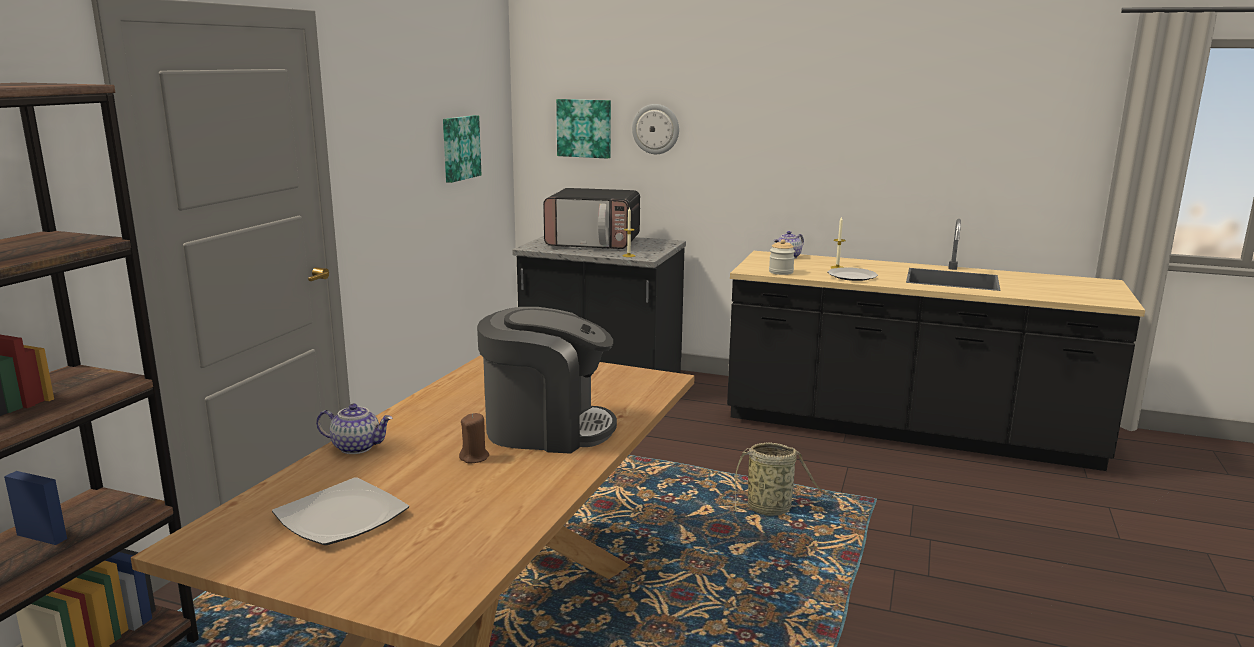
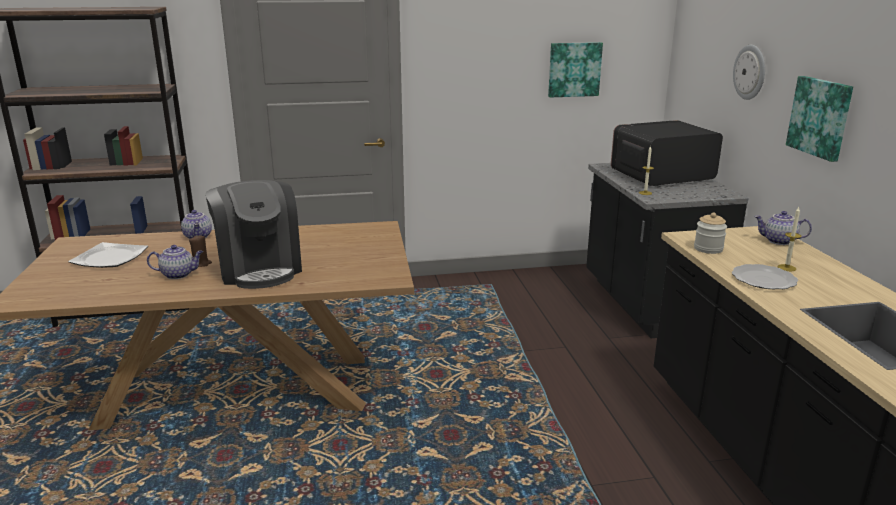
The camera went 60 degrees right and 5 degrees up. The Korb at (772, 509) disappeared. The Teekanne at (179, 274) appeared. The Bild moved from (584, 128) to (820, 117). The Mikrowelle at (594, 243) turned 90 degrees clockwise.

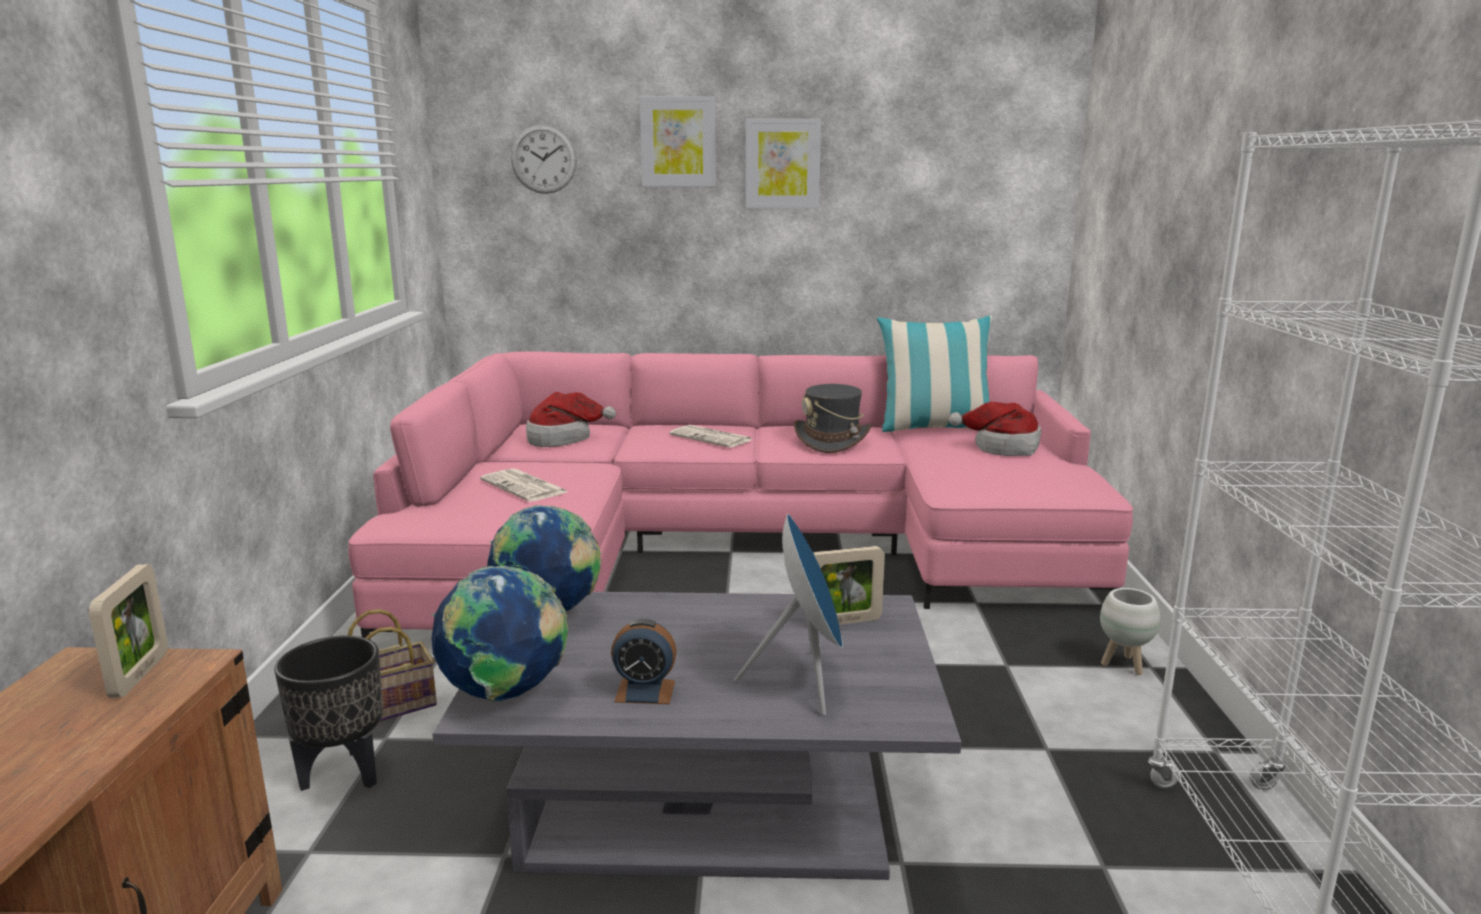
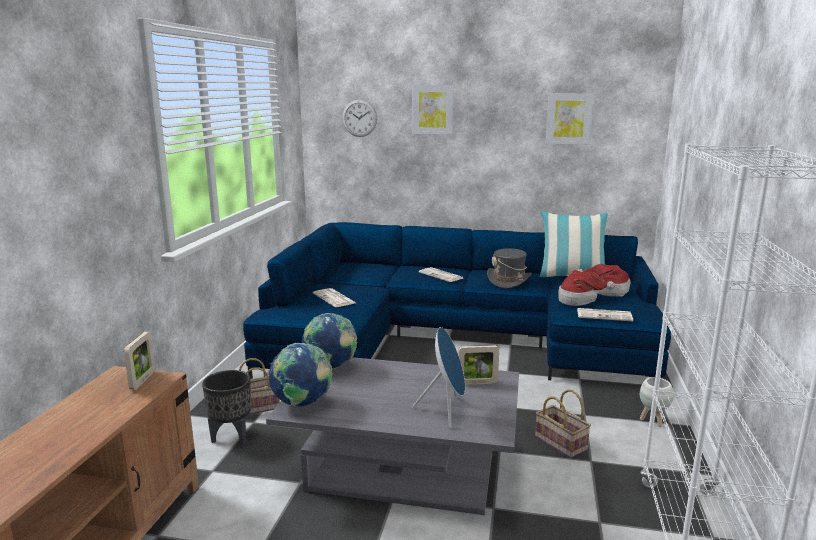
The camera went 10 degrees right and 0 degrees up. The Wecker at (645, 691) disappeared. The Korb at (562, 443) appeared. The Zeitung at (605, 315) appeared. The Hut moved from (564, 438) to (579, 299). The Bild moved from (782, 164) to (569, 118). The Sofa/rosa at (737, 548) became the Sofa/blau at (452, 338).

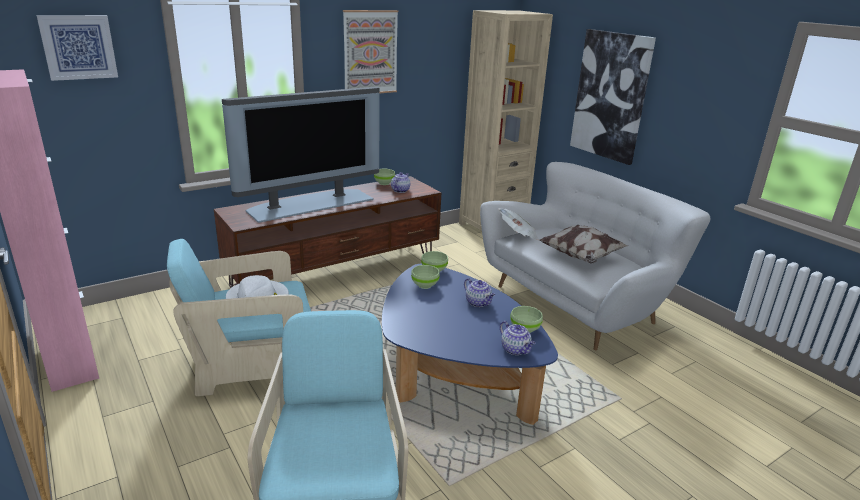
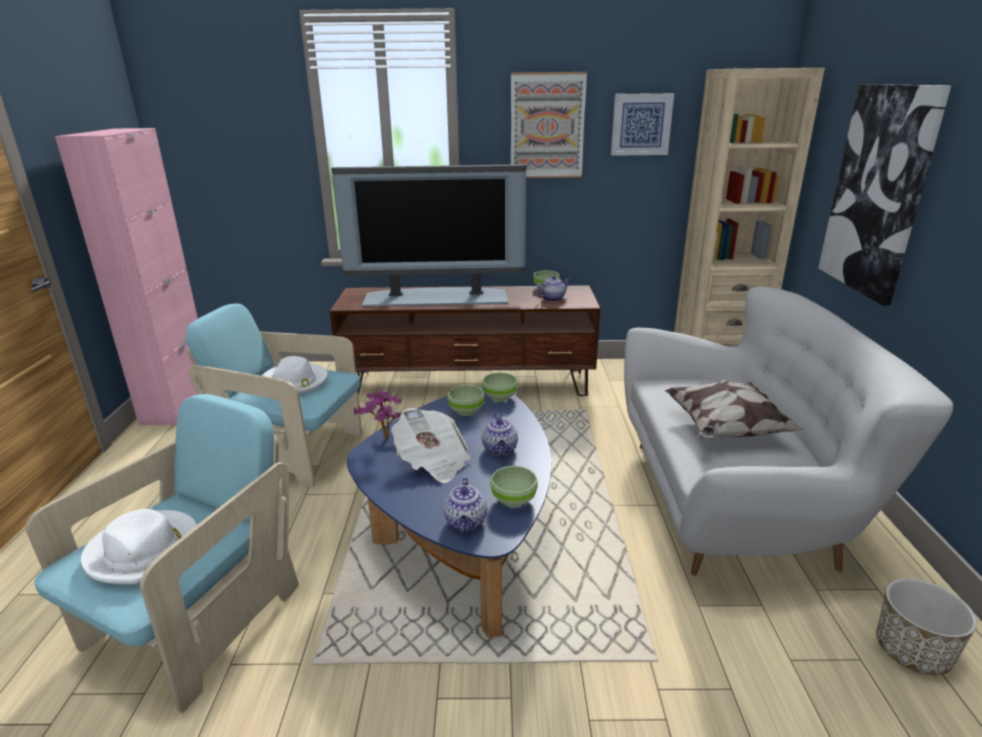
The camera went 35 degrees right and 0 degrees up. The Hut/weiß at (144, 550) appeared. The Topfpflanze at (384, 440) appeared. The Pflanzkübel at (912, 651) appeared. The Bild moved from (78, 47) to (641, 124). The Zeitung moved from (518, 234) to (432, 462).

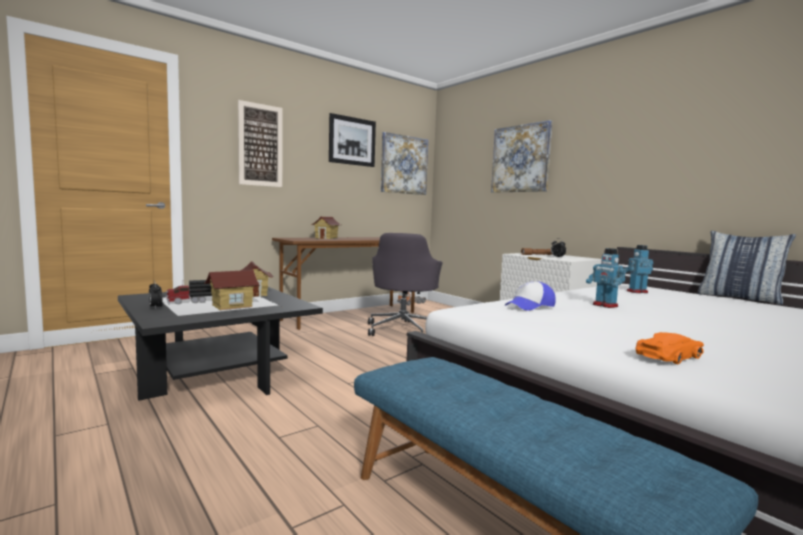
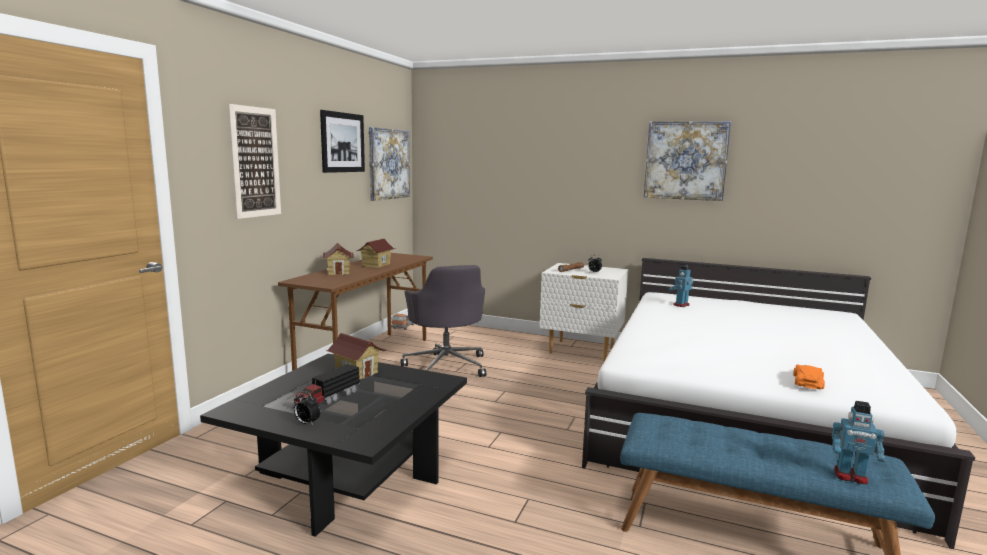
The camera went 30 degrees left and 5 degrees up. The Kappe at (530, 306) disappeared. The Kissen at (739, 298) disappeared. The Spielzeughaus moved from (232, 306) to (376, 265). The Bild moved from (521, 159) to (685, 160). The Spielzeugroboter moved from (604, 305) to (850, 476).

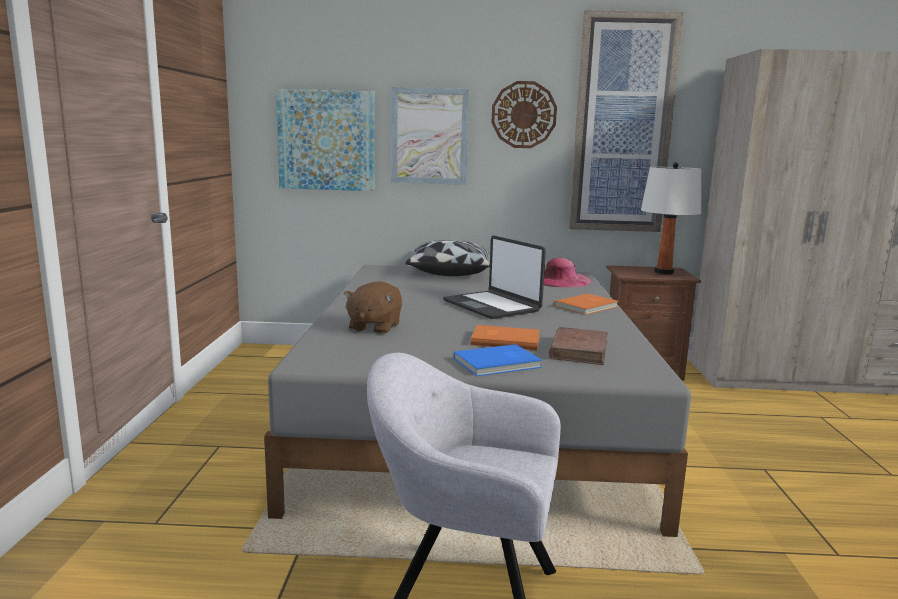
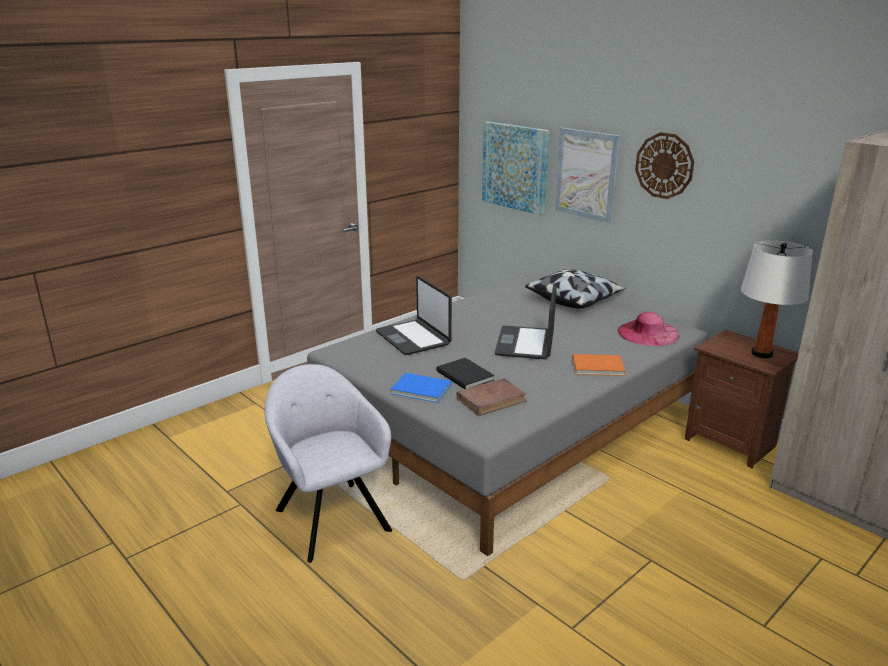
The camera went 45 degrees right and 10 degrees up. The Bild at (622, 125) disappeared. The Plüschtier/braun at (374, 327) was replaced by the Laptop at (413, 338). The Buch/orange at (504, 339) became the Buch/schwarz at (465, 374).

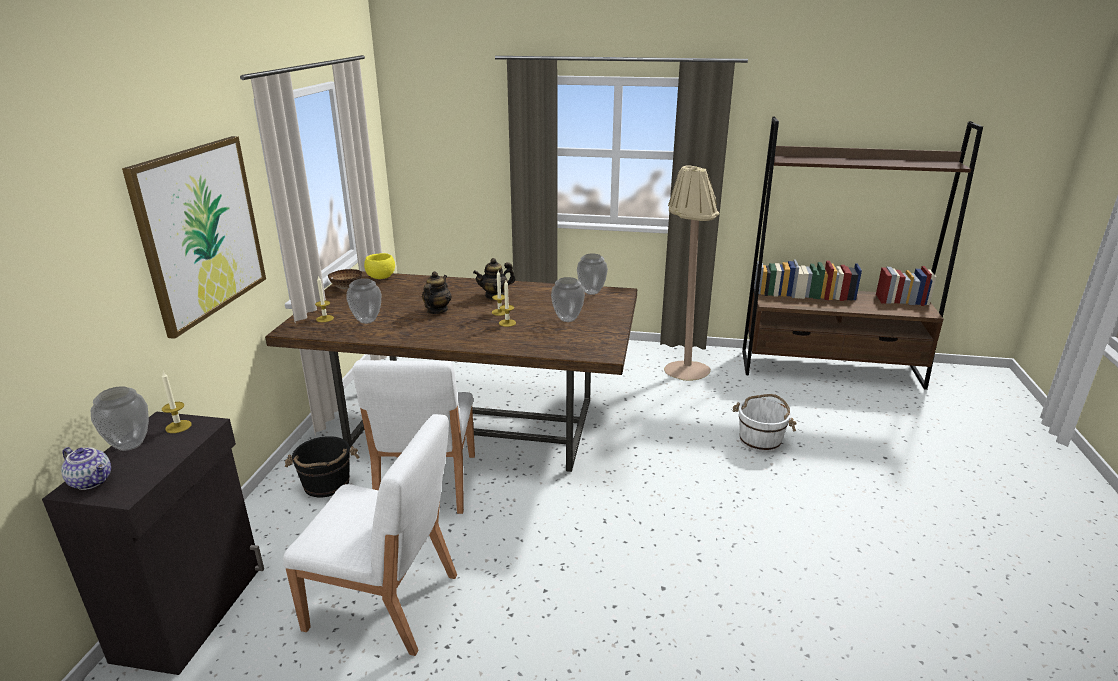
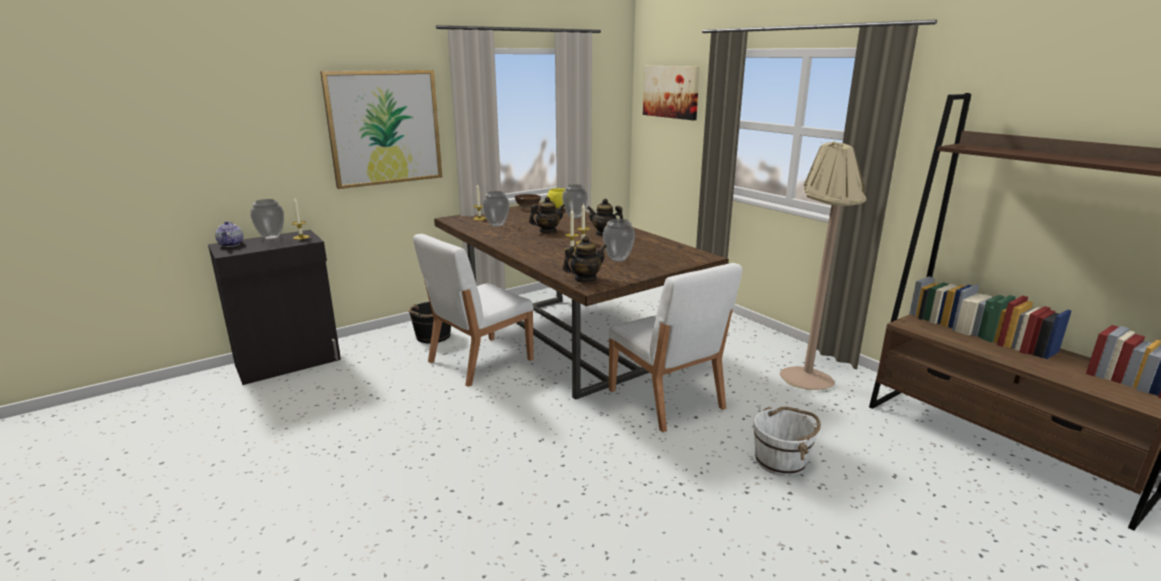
The camera went 45 degrees right and 5 degrees down. The Teekanne at (585, 279) appeared. The Bild at (671, 92) appeared. The Stuhl/weiß moved from (384, 603) to (666, 400). The Vase moved from (592, 292) to (575, 217).

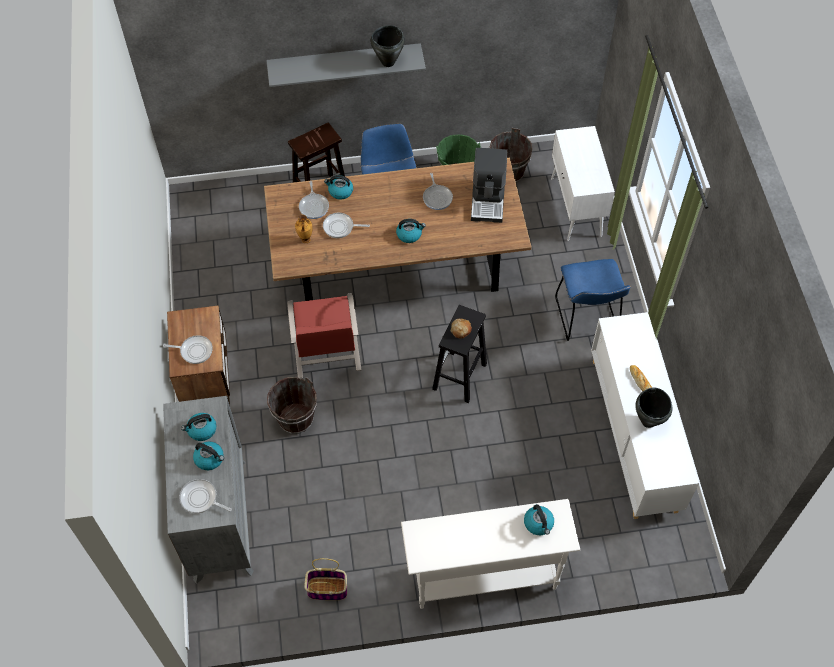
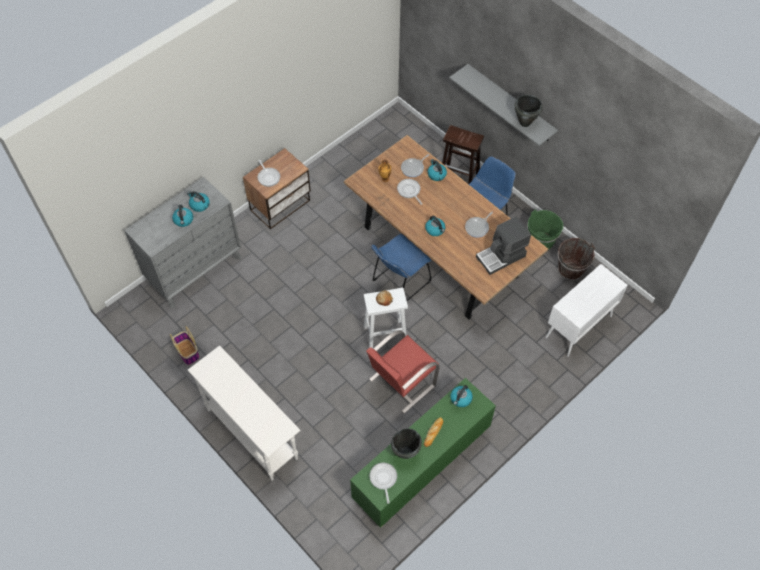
The camera went 55 degrees right and 0 degrees up. The Eimer/braun at (295, 419) disappeared. The Pfanne moved from (201, 499) to (383, 479). The Stuhl/rot moved from (326, 353) to (401, 383). The Wasserkessel moved from (538, 523) to (461, 399). The Stuhl/blau moved from (587, 318) to (399, 283). The Hocker/schwarz at (459, 377) became the Hocker/weiß at (384, 336). The Schrank/weiß at (634, 434) became the Schrank/grün at (421, 466).

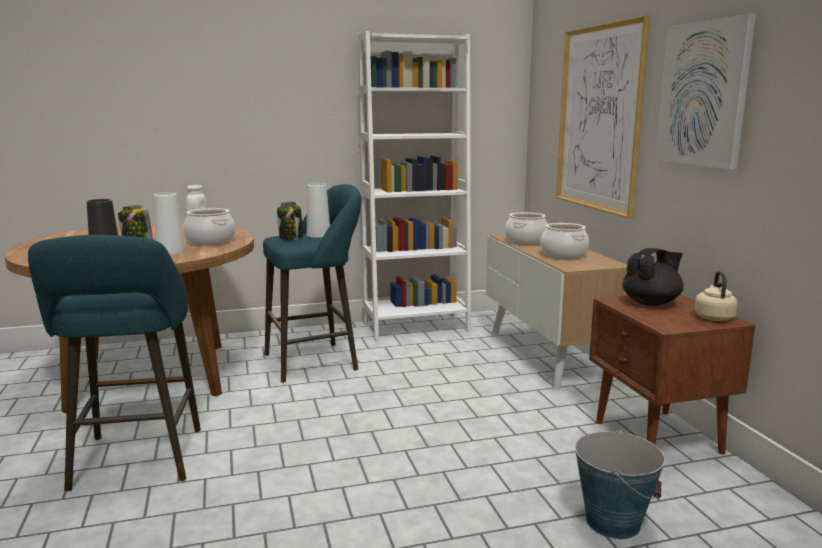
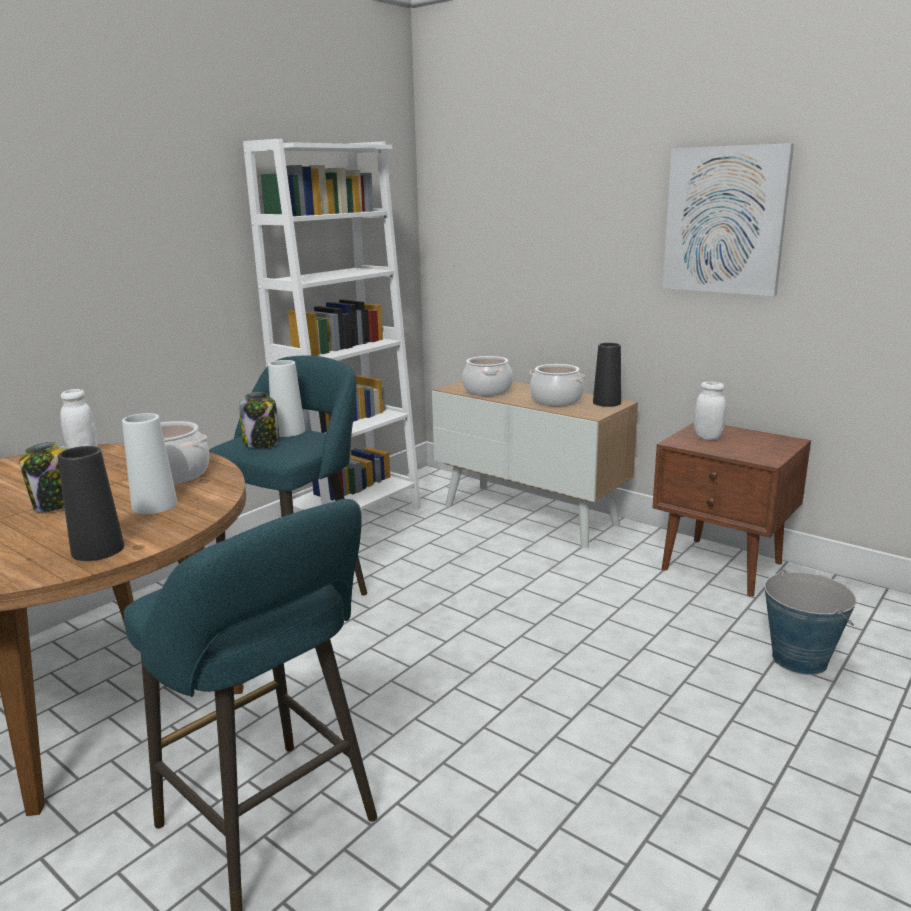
The camera went 35 degrees left and 5 degrees up. The Bild at (599, 118) disappeared. The Wasserkessel/beige at (713, 317) disappeared. The Vase/schwarz at (606, 402) appeared. The Teekanne/schwarz at (651, 303) was replaced by the Vorratsglas/weiß at (707, 437).

